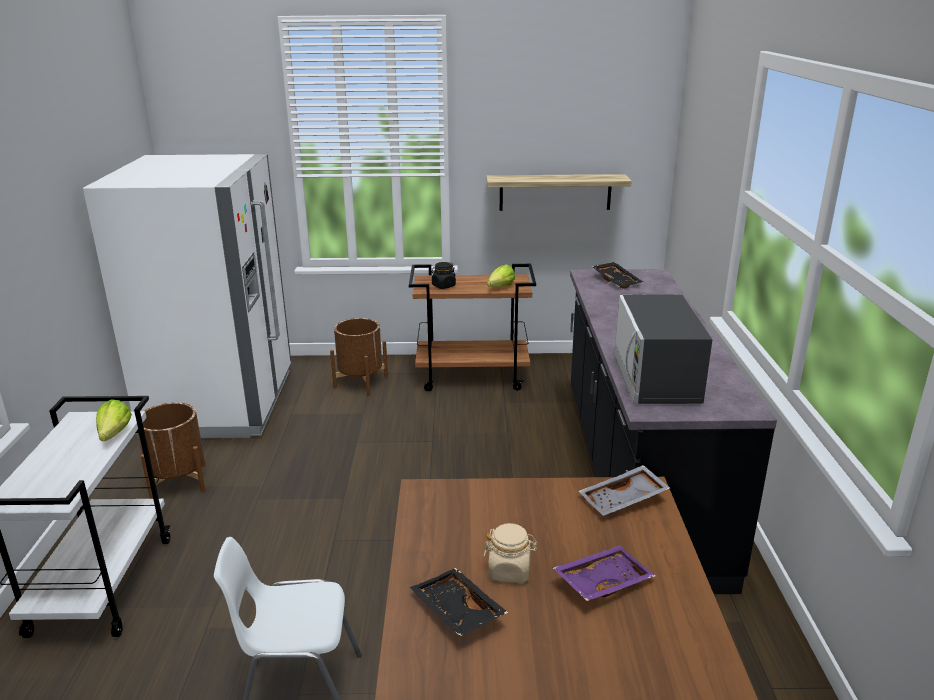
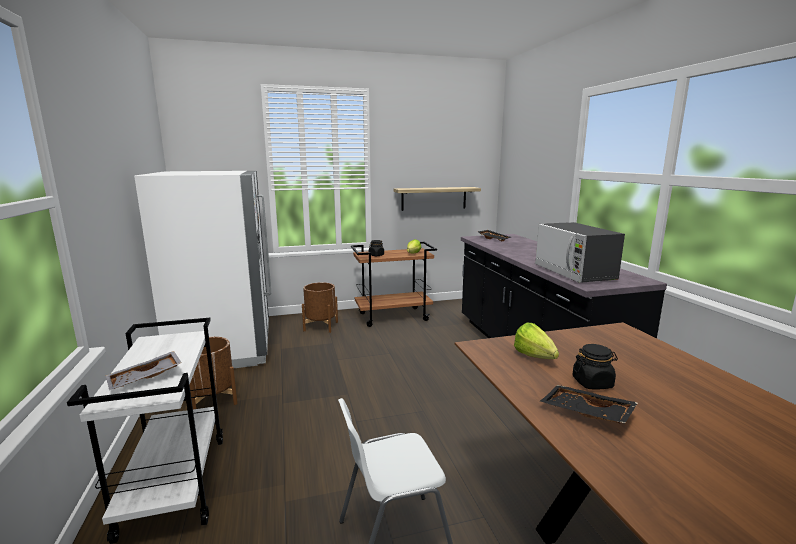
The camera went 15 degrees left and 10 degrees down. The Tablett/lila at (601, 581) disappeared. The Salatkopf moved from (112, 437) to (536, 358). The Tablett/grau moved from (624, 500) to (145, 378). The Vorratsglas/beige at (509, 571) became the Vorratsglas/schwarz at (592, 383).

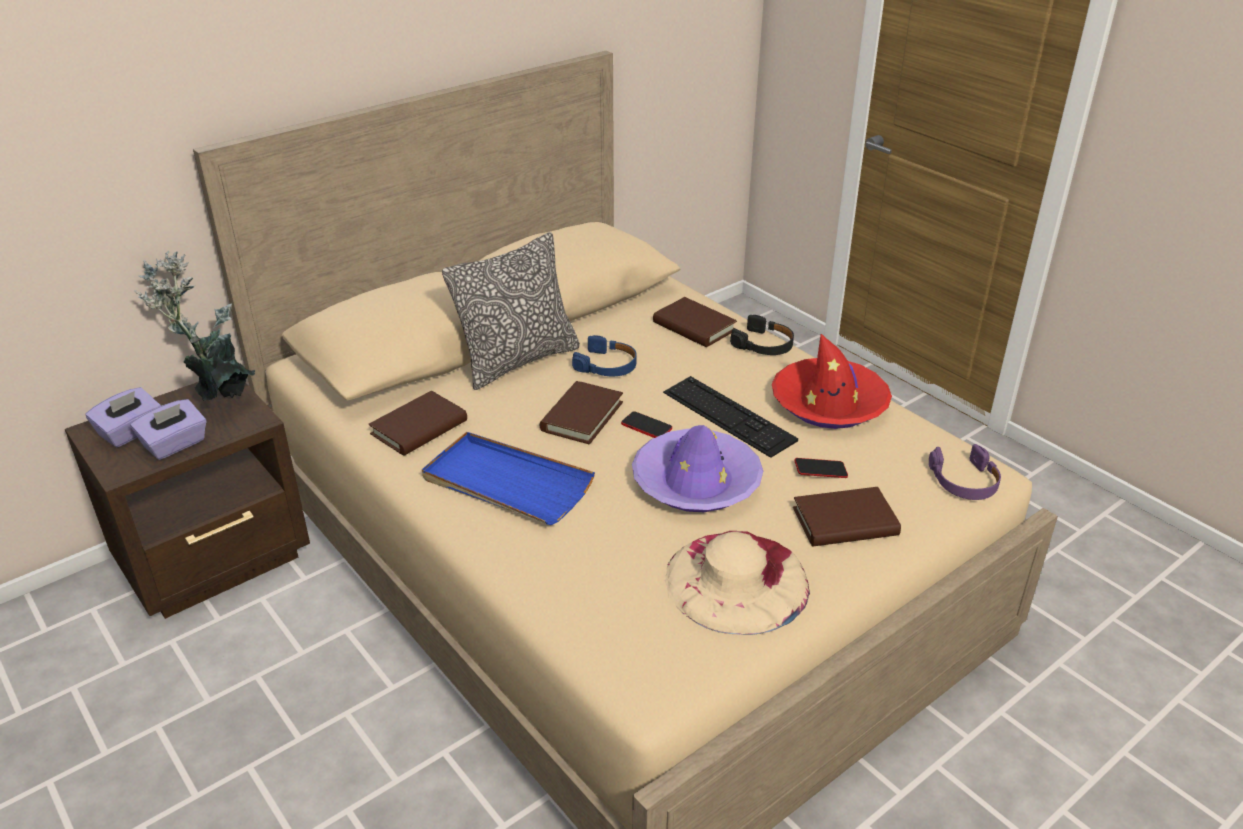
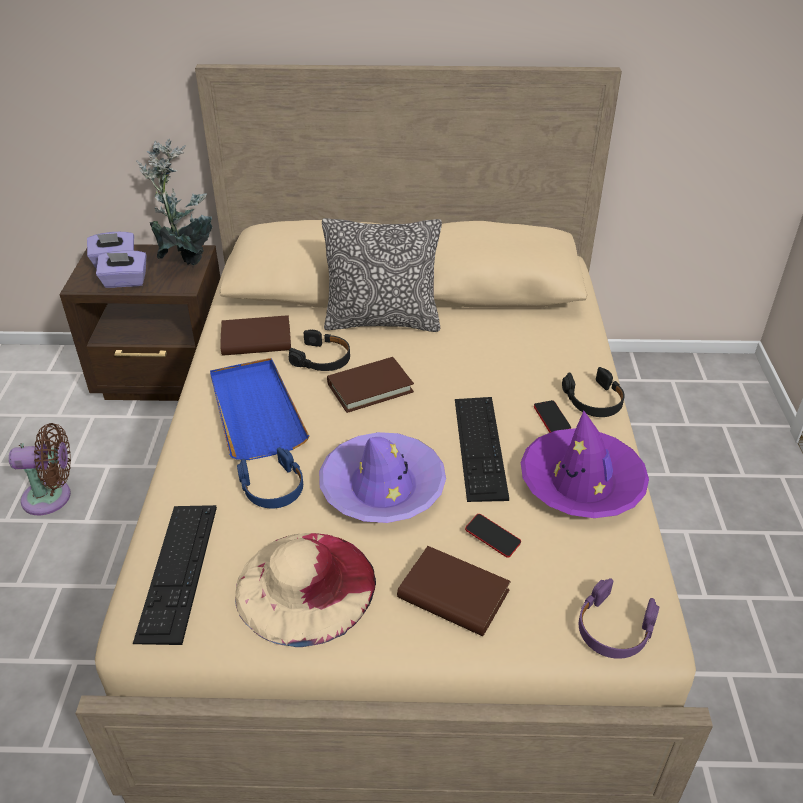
The camera went 40 degrees right and 5 degrees up. The Buch/braun at (694, 326) disappeared. The Ventilator/braun at (52, 497) appeared. The Tastatur at (178, 570) appeared. The Kopfhörer/schwarz at (322, 359) appeared. The Kopfhörer/blau moved from (607, 365) to (273, 487). The Handy moved from (646, 426) to (552, 418). The Hut/rot at (829, 404) became the Hut/lila at (582, 483).

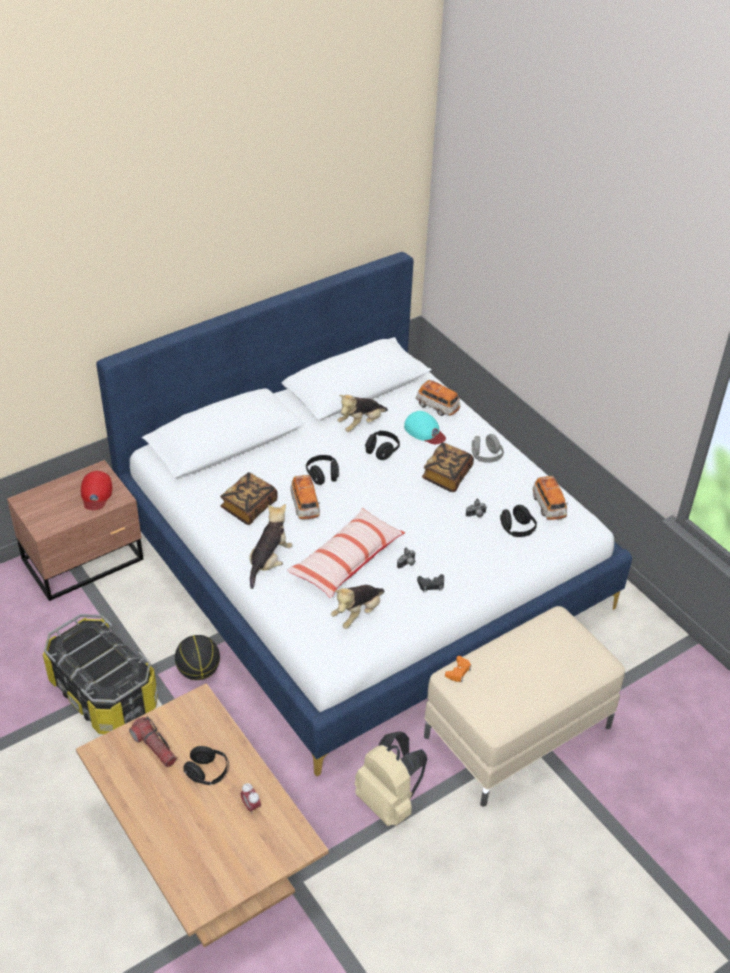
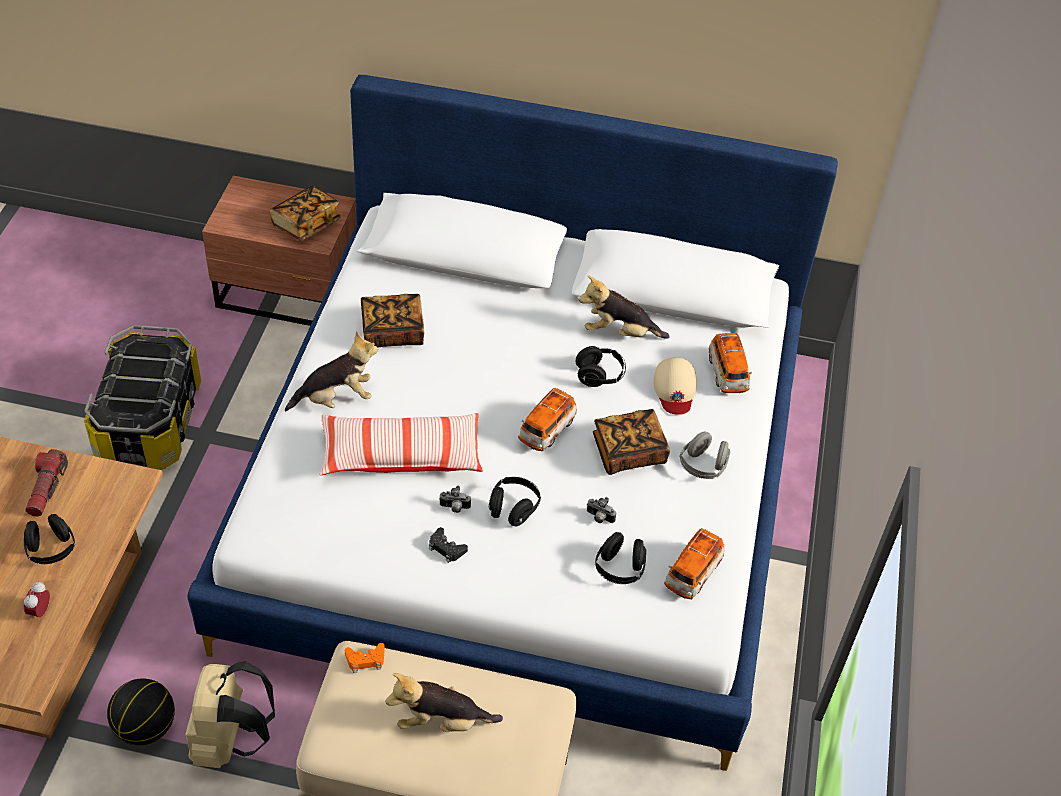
The camera went 45 degrees right and 5 degrees up. The Basketball moved from (199, 671) to (146, 727). The Spielzeugauto moved from (305, 506) to (547, 430). The Kopfhörer/schwarz moved from (322, 475) to (513, 508). The Plüschtier moved from (357, 614) to (441, 721). The Kappe/rot at (96, 493) was replaced by the Buch at (306, 224). The Kappe/türkis at (424, 431) became the Kappe/beige at (675, 389).

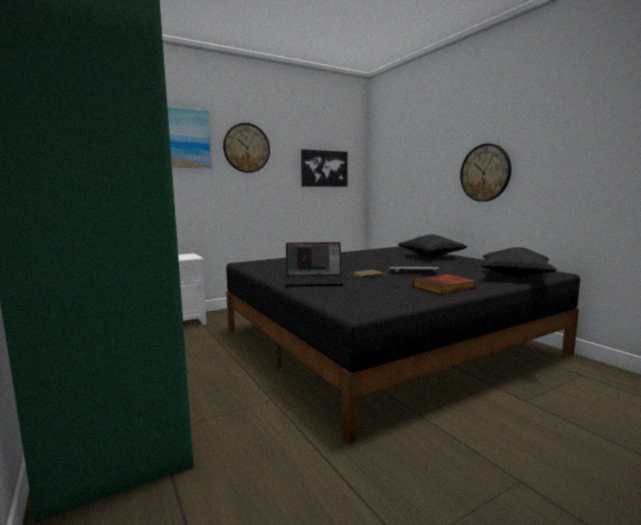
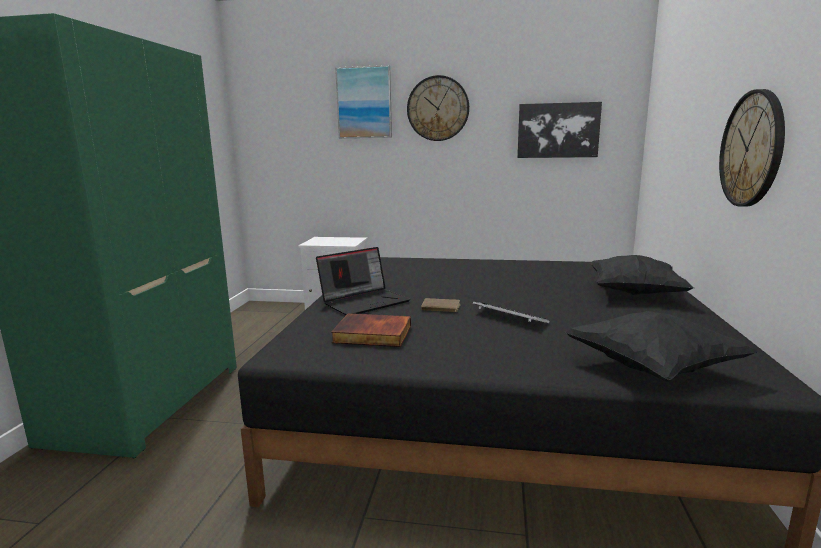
The camera went 40 degrees right and 5 degrees up. The Buch moved from (444, 287) to (372, 335). The Laptop at (314, 281) turned 75 degrees counterclockwise.

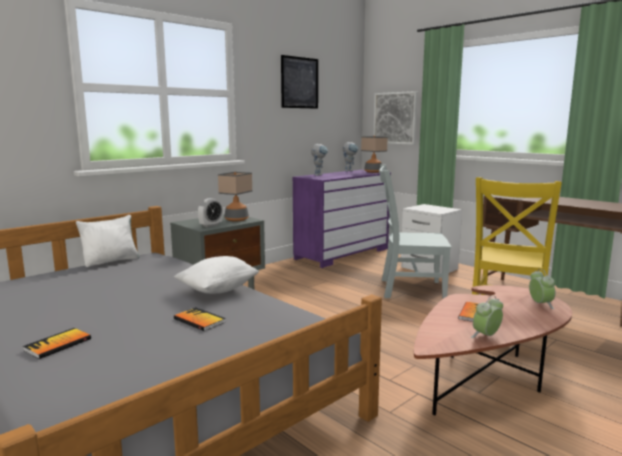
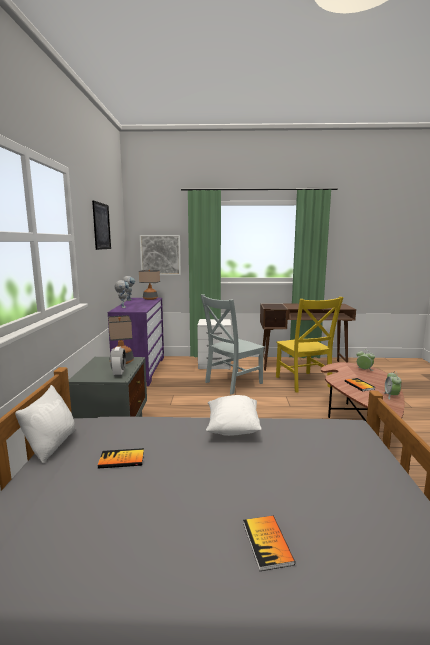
The camera went 45 degrees left and 0 degrees up. The Buch moved from (199, 320) to (121, 460).

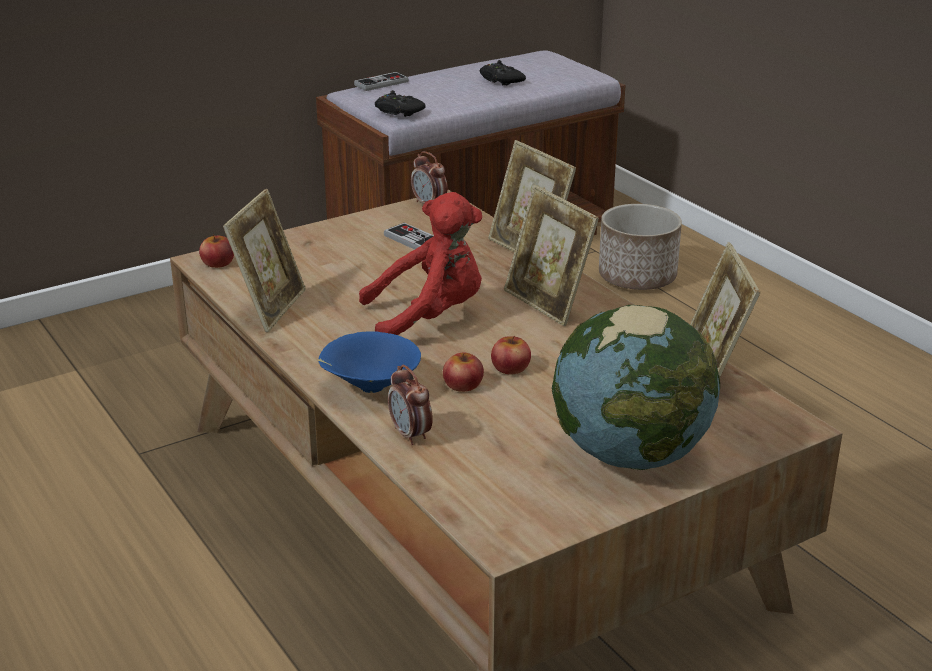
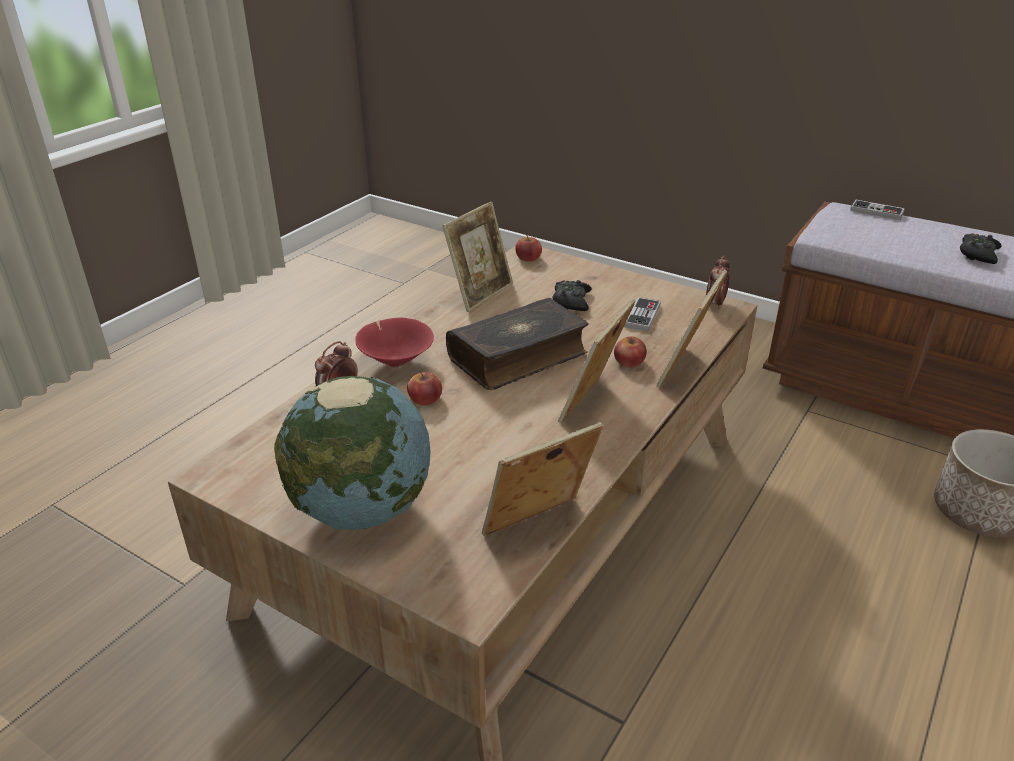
The camera went 65 degrees right and 5 degrees up. The Gamepad/schwarz moved from (398, 111) to (571, 301). The Apfel moved from (510, 368) to (629, 361). The Plüschtier/rot at (429, 318) was replaced by the Buch at (519, 356). The Schüssel/blau at (369, 387) became the Schüssel/rot at (395, 361). The Bilderrahmen at (270, 308) turned 45 degrees counterclockwise.

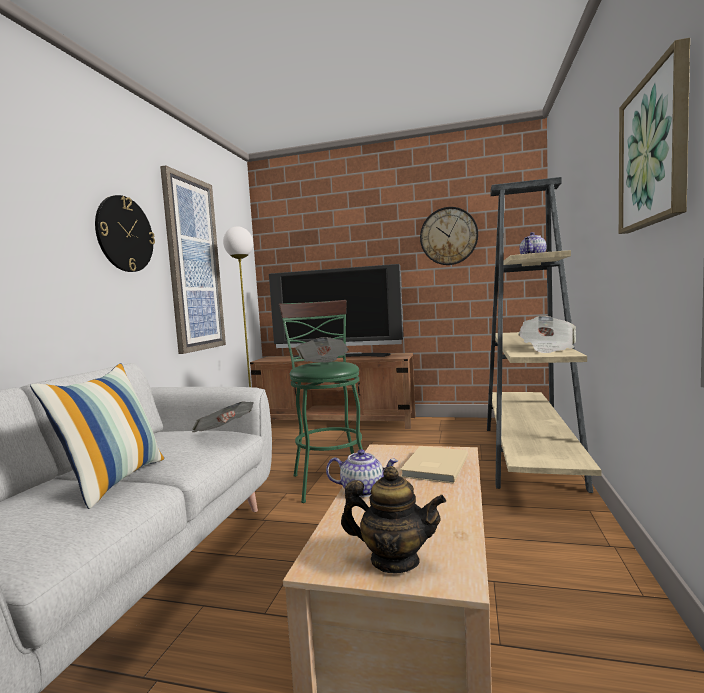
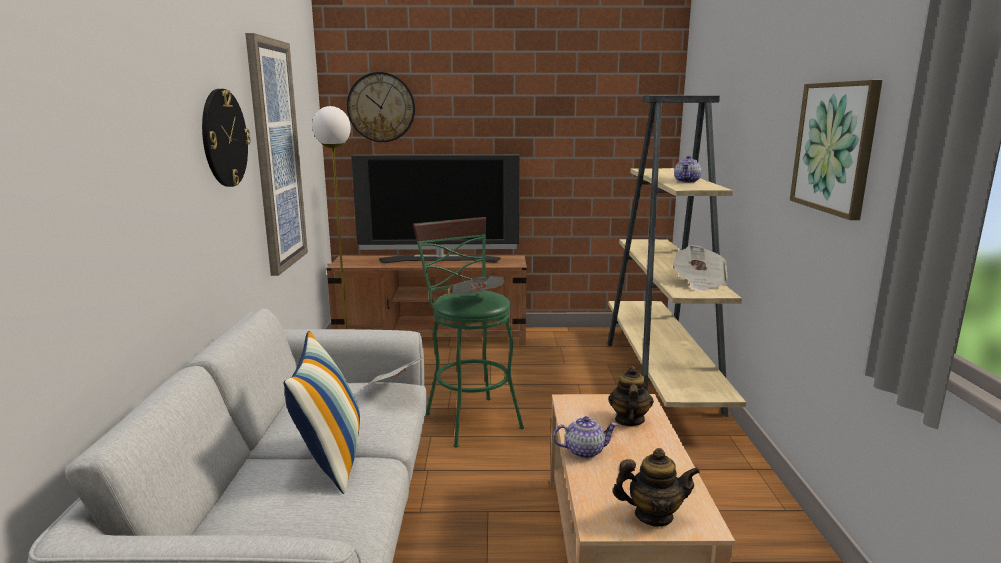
The camera went 15 degrees left and 10 degrees up. The Wanduhr moved from (448, 236) to (381, 107). The Buch/beige at (433, 467) was replaced by the Teekanne at (629, 420).

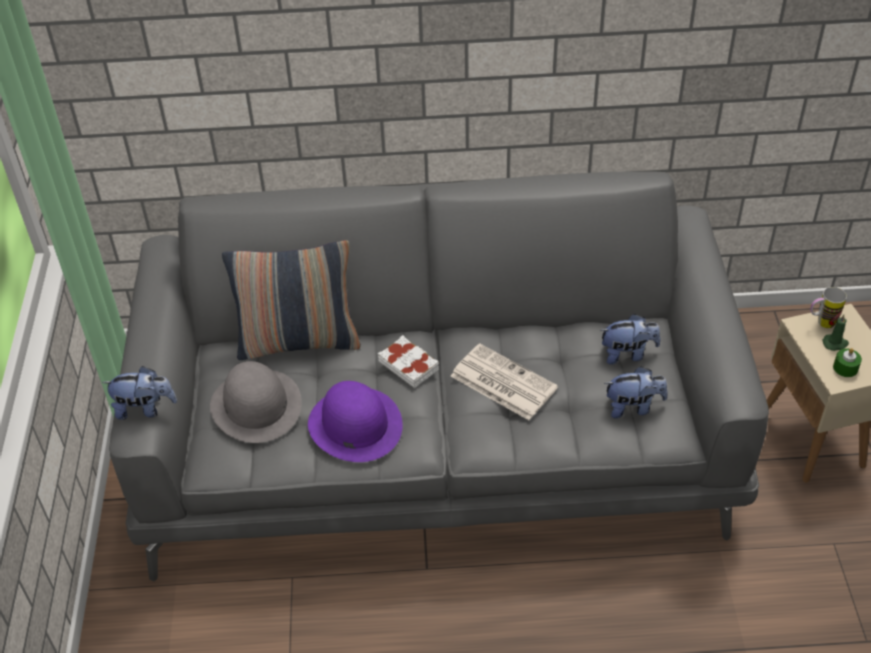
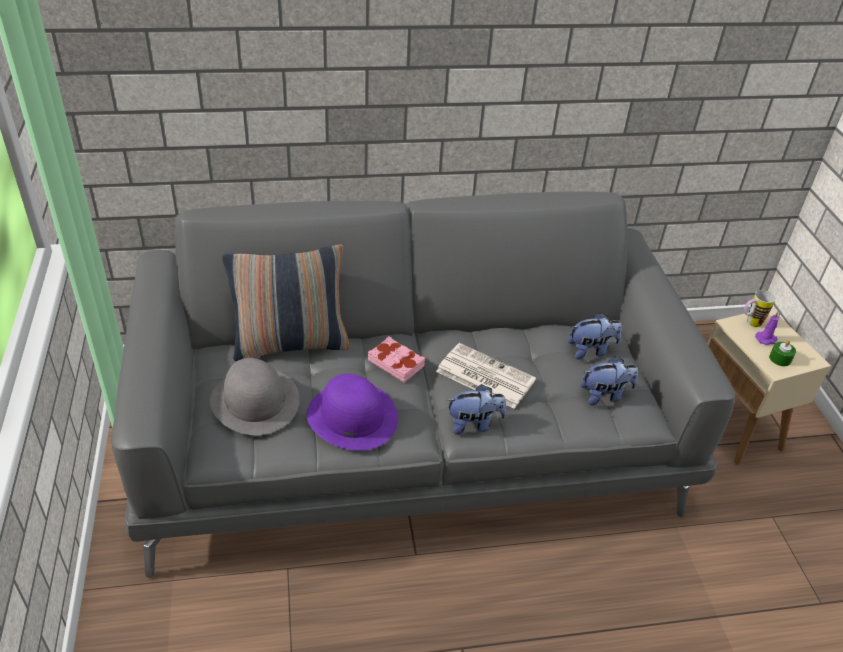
The camera went 10 degrees left and 5 degrees down. The Plüschtier moved from (145, 408) to (474, 424). The Buch/weiß at (409, 365) became the Buch/rosa at (396, 362). The Kerze/grün at (835, 343) became the Kerze/lila at (766, 339).

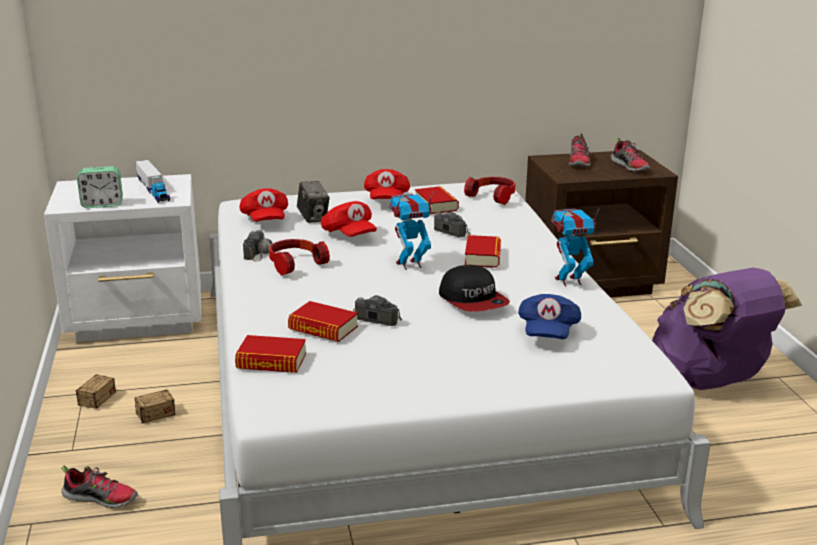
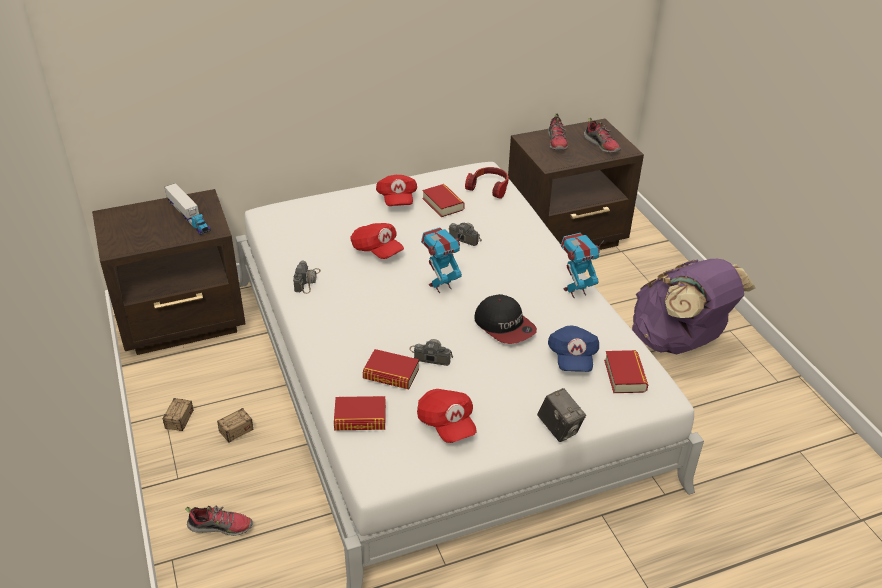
The camera went 10 degrees left and 15 degrees up. The Wecker at (102, 204) disappeared. The Kopfhörer at (295, 263) disappeared. The Kappe/rot moved from (265, 220) to (446, 424). The Kamera moved from (313, 218) to (559, 428). The Buch moved from (482, 257) to (625, 376). The Nachttisch/weiß at (139, 320) became the Nachttisch/braun at (184, 322).

